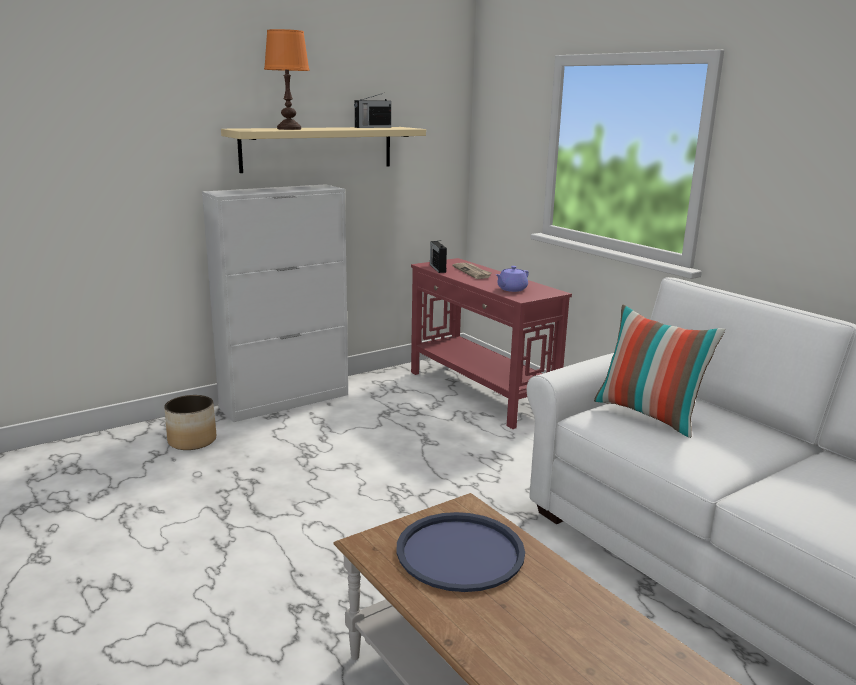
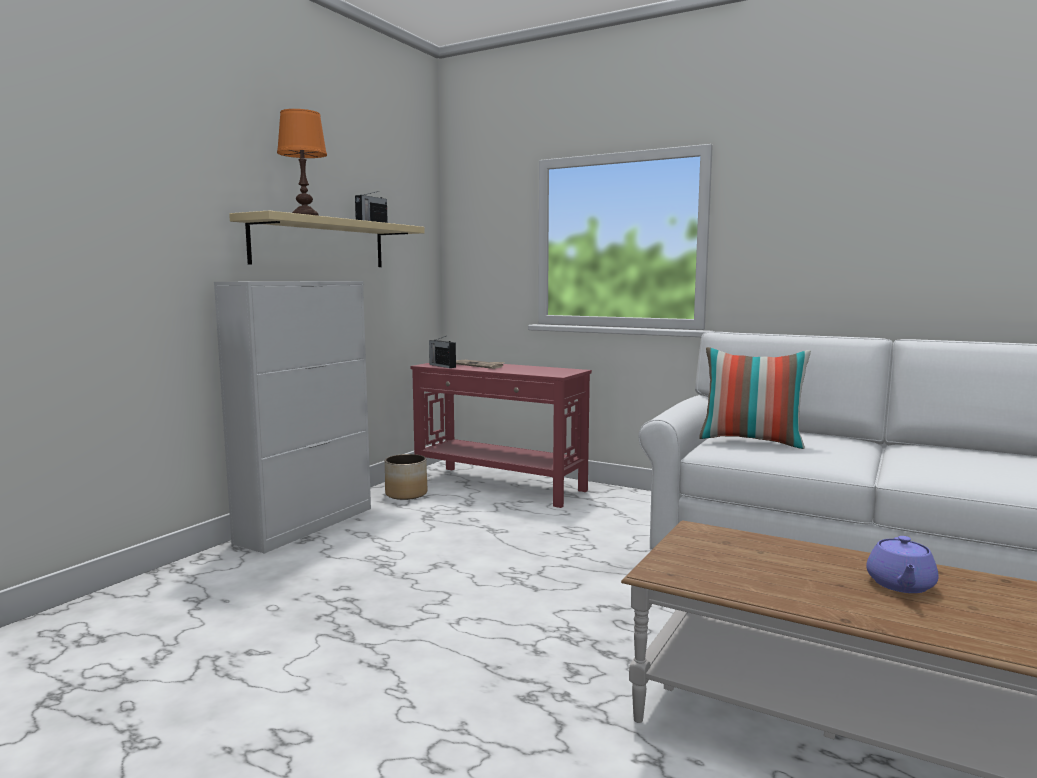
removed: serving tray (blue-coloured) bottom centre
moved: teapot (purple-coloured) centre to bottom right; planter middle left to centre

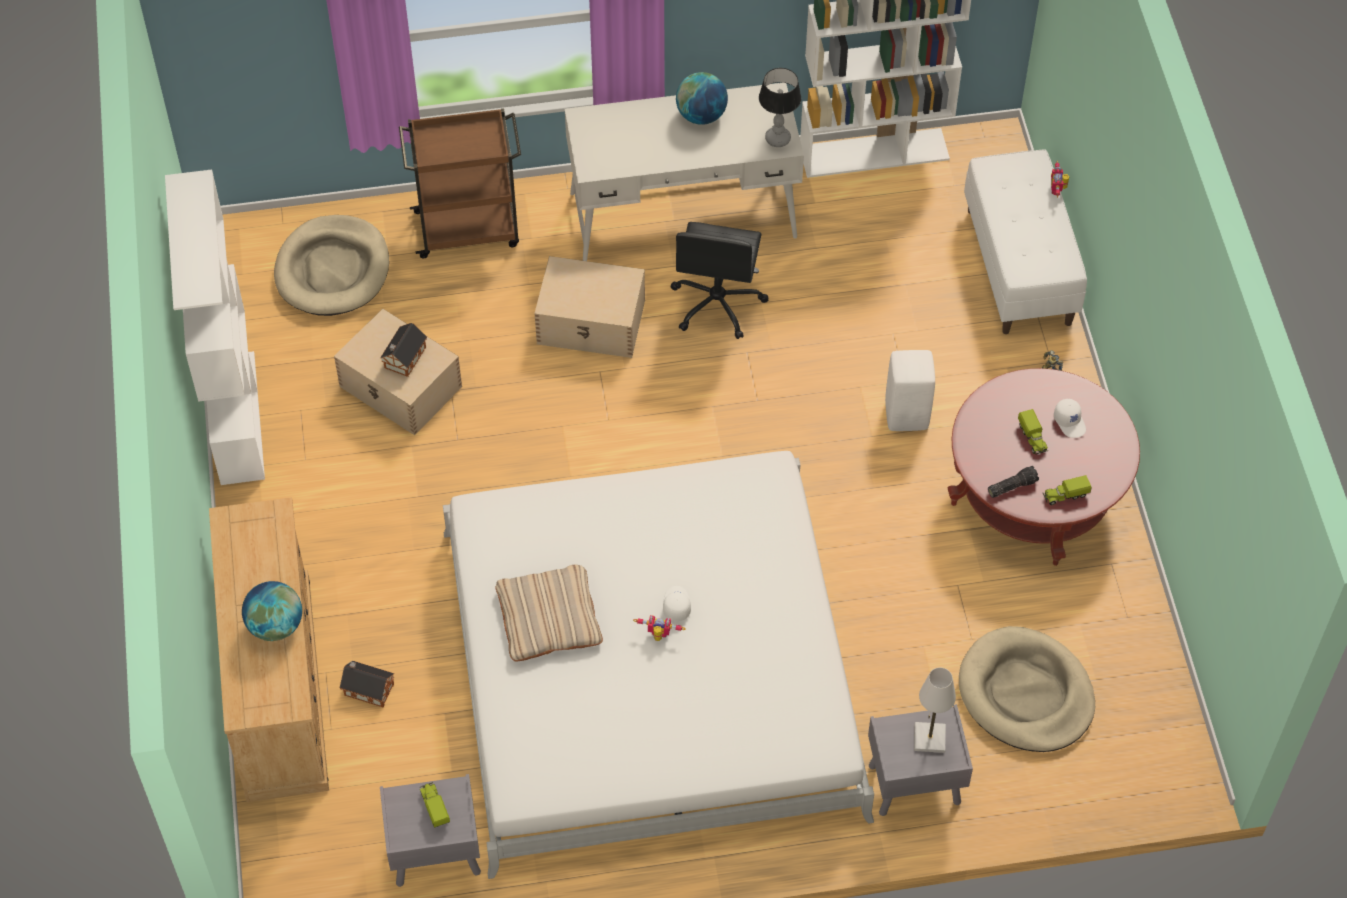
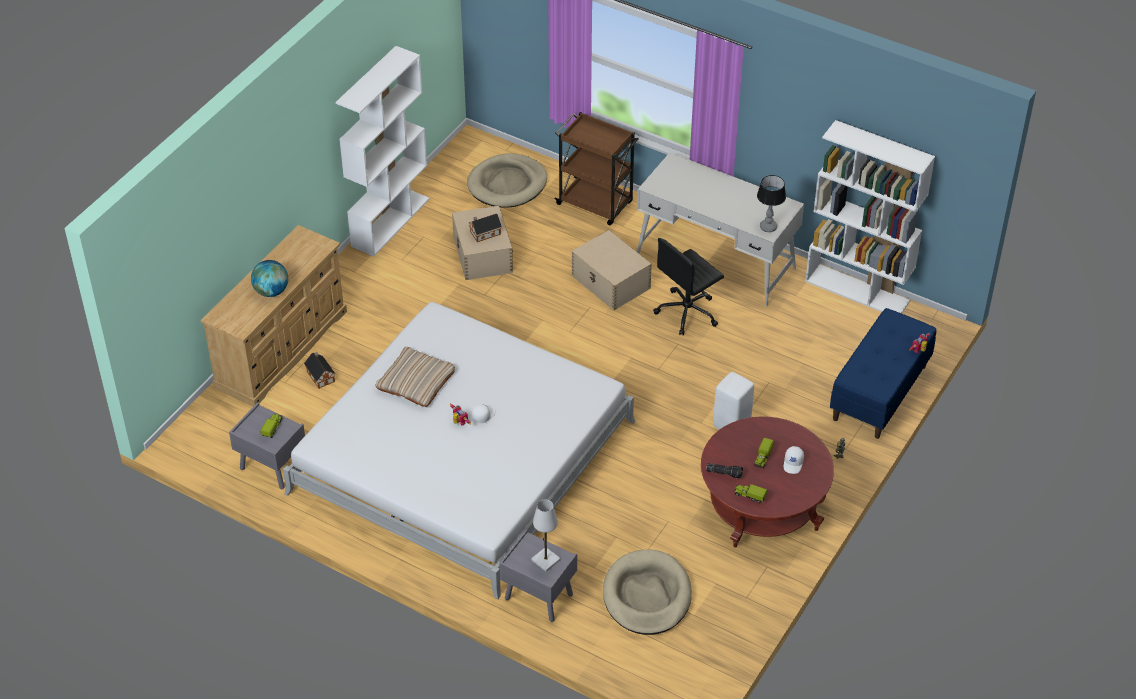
removed: globe (2nd from left) top centre
recoloured: bench (white) top right to bench (blue-coloured) middle right

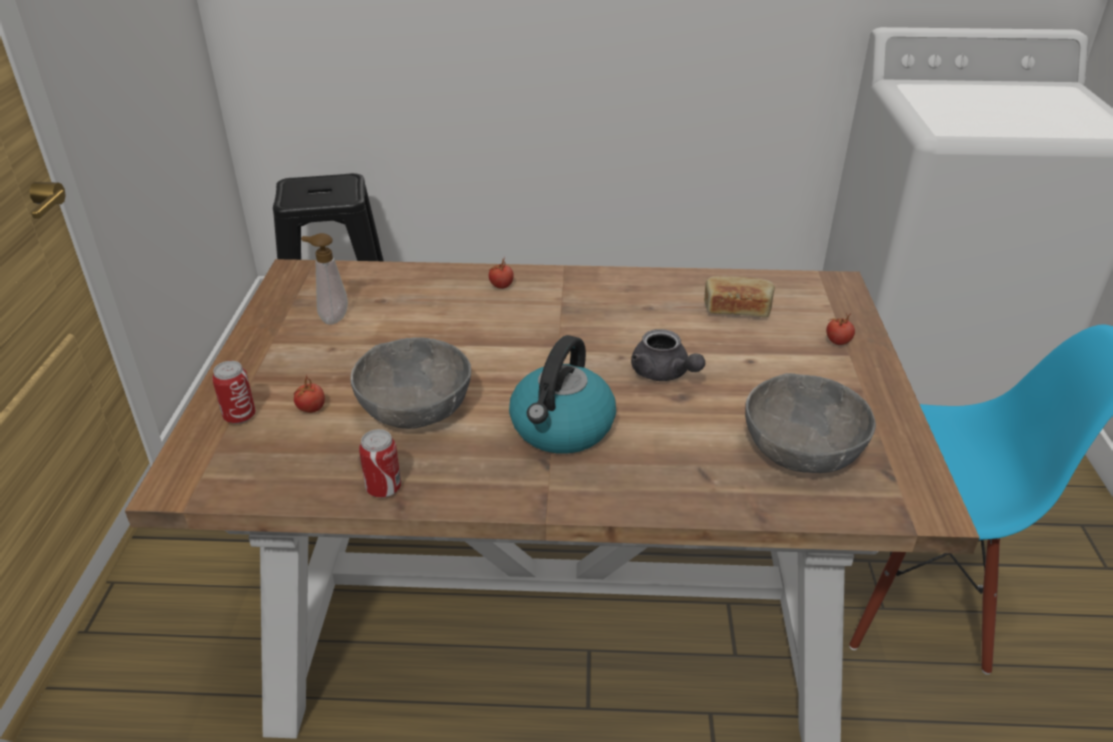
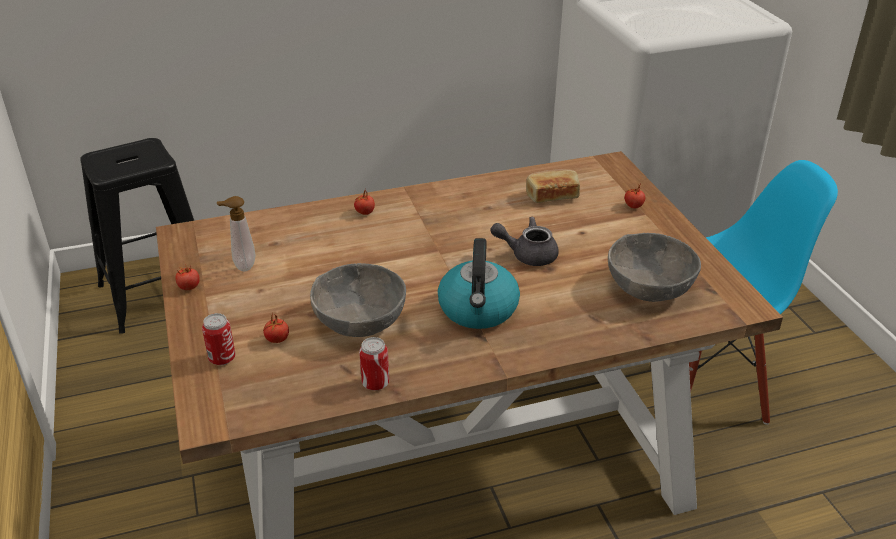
added: fresh tomato (1st from left) middle left
turned: teapot (greyish) centre = centre 150 degrees clockwise

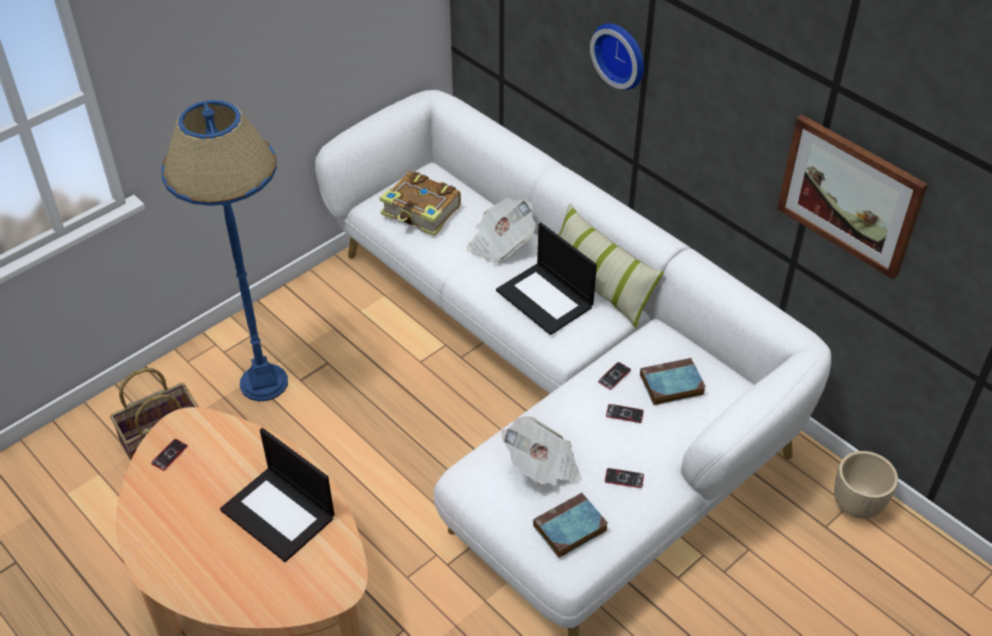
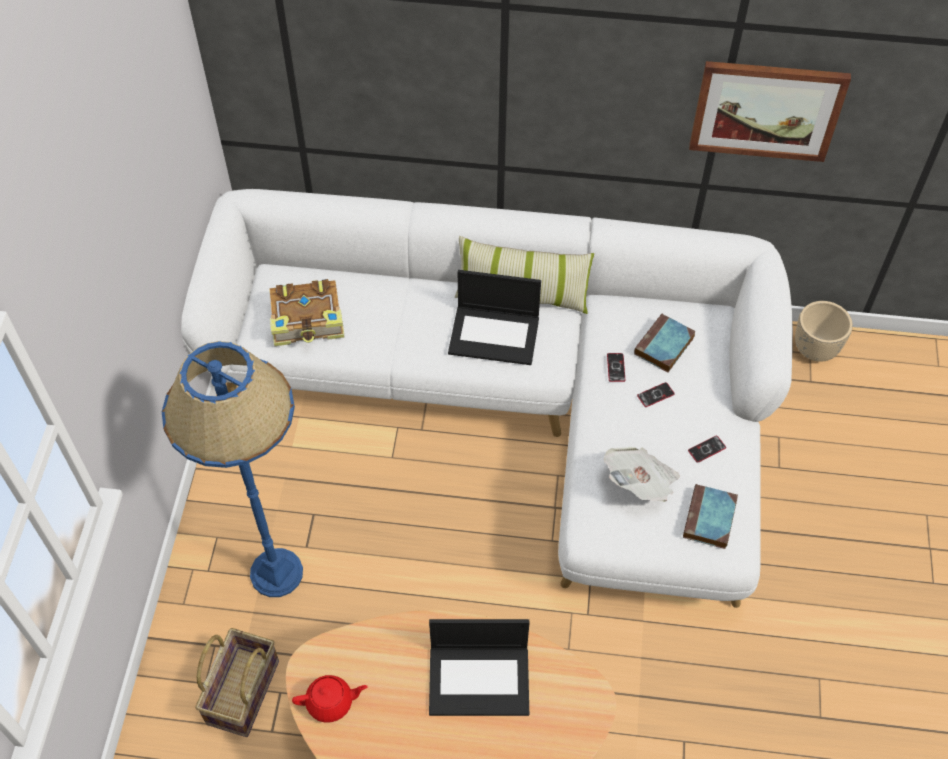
removed: wall clock top centre; newspaper (1st from left) centre
replaced: handset (1st from left) bottom left to teapot (red) bottom centre

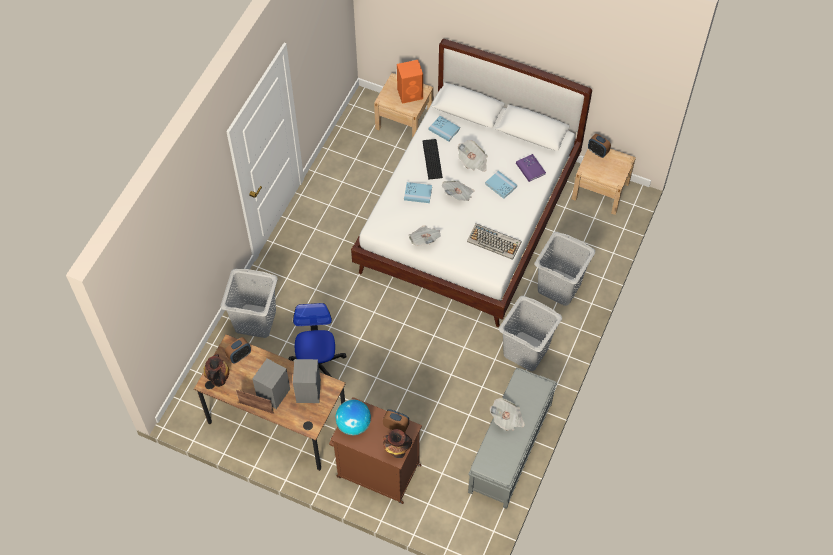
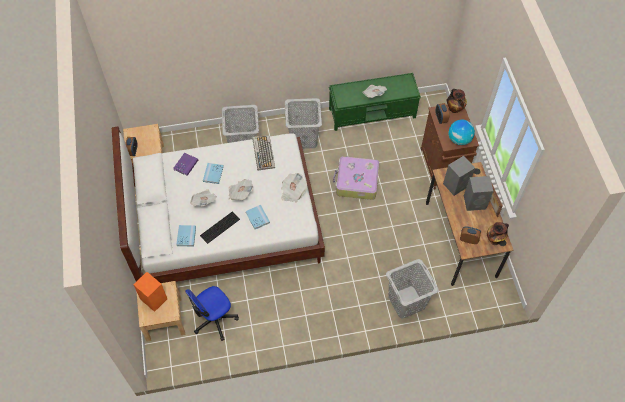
added: travel case centre
moved: computer chair centre to bottom centre
recoloured: bench (greyish) bottom centre to bench (green) top centre

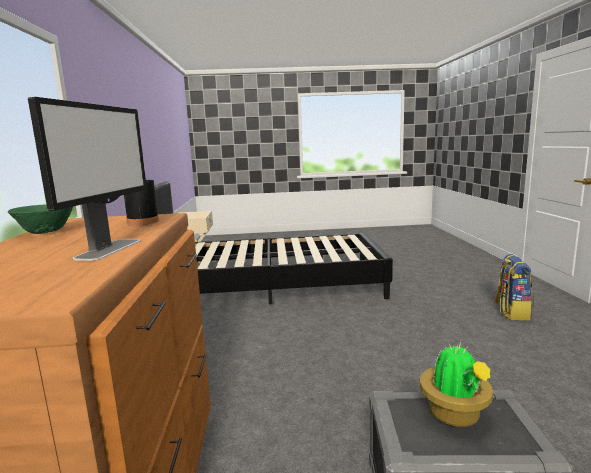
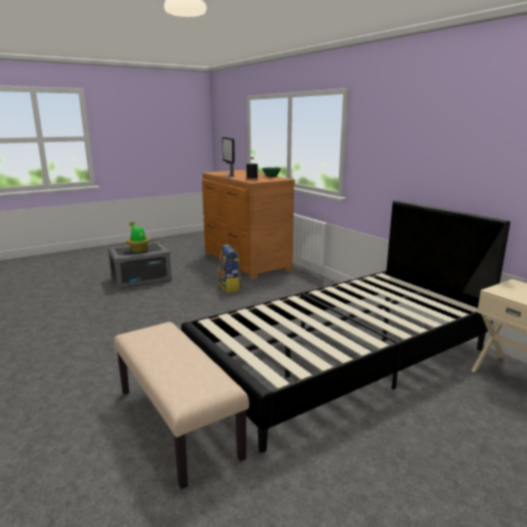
added: bench (beige-coloured) bottom centre
moved: backpack middle right to centre

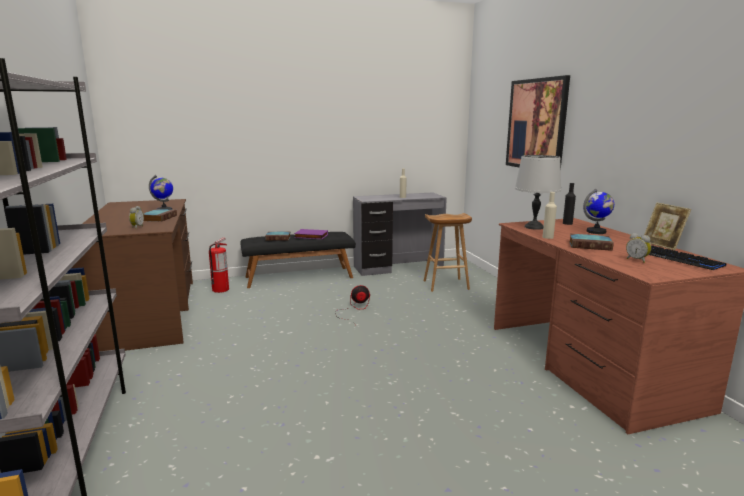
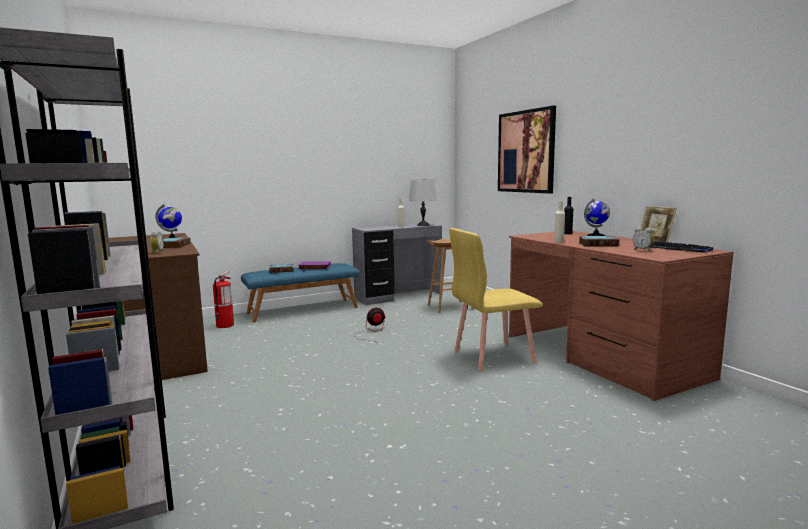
added: plain chair (yellowish) centre
moved: lamp for a table (greyish) middle right to centre
recoloured: bench (black-coloured) centre to bench (blue-coloured) centre

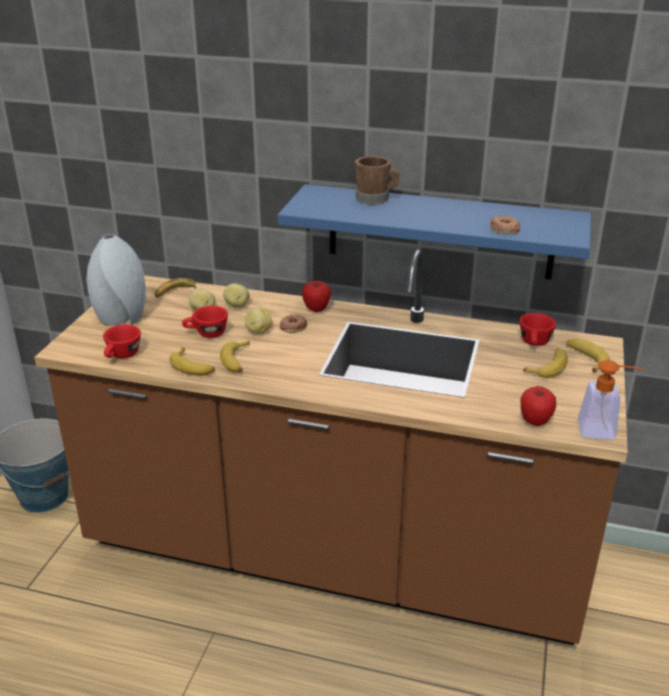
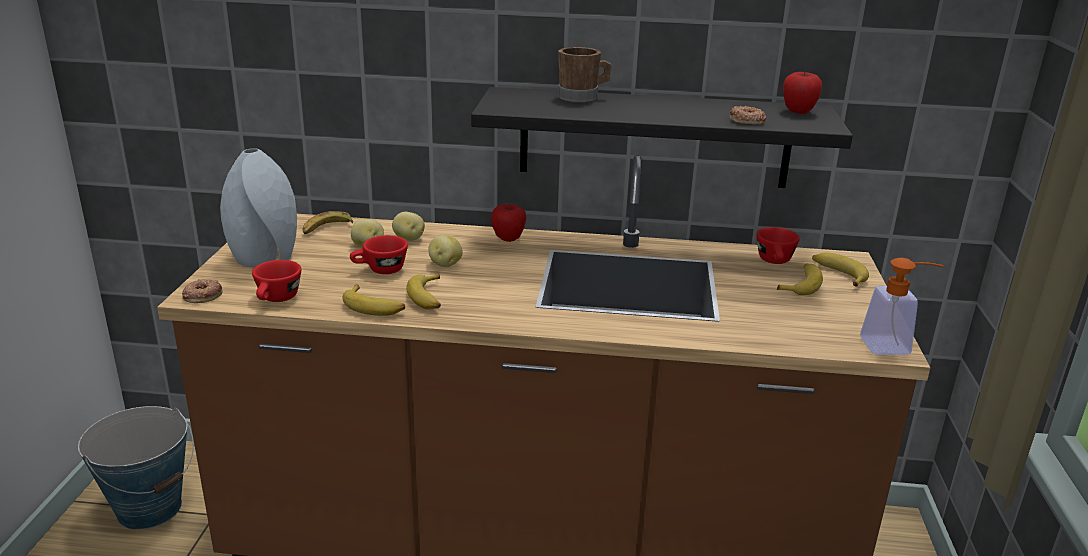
moved: donut (1st from left) centre to middle left; apple (2nd from left) middle right to top right
recoloured: bracket shelf (blue-coloured) centre to bracket shelf (black-coloured) top centre

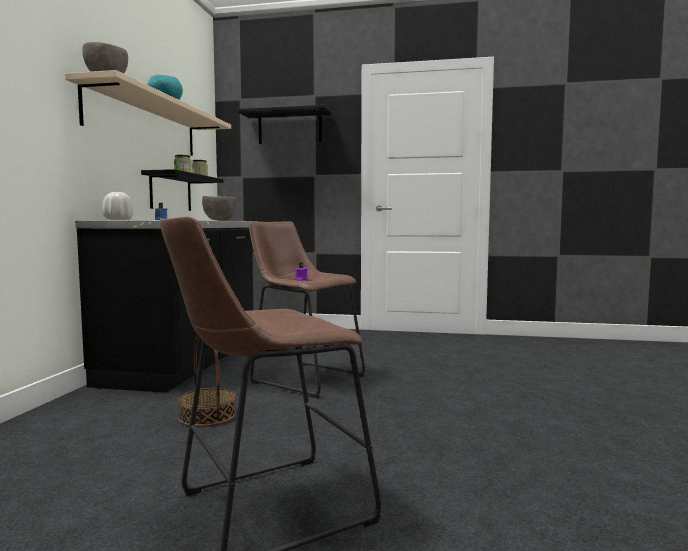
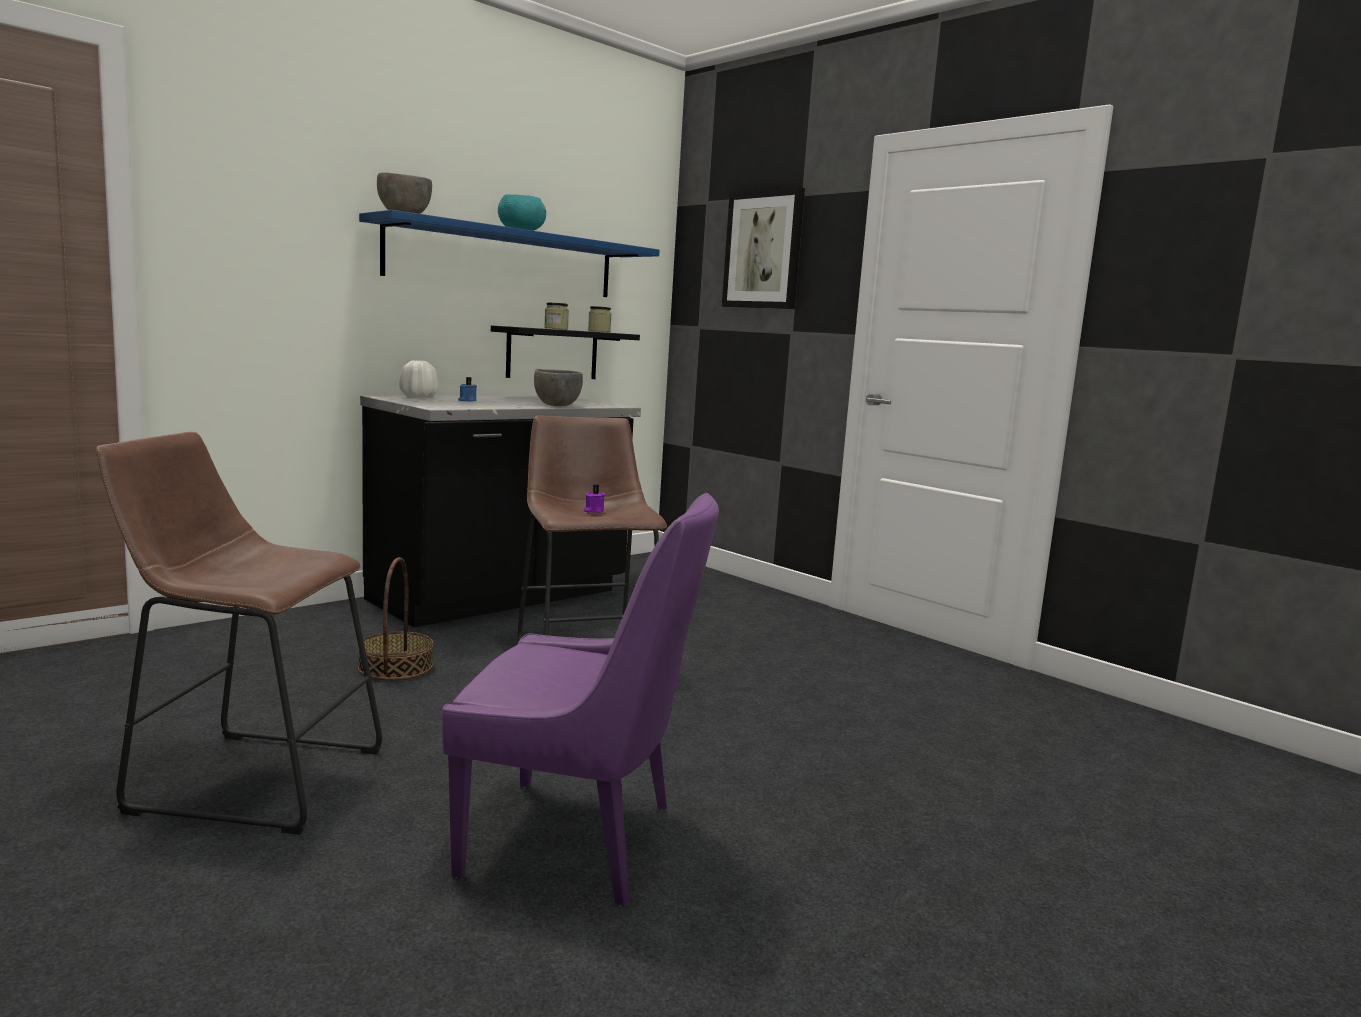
added: plain chair (purple-coloured) bottom centre
replaced: bracket shelf (black-coloured) (2nd from left) top centre to picture top centre
recoloured: bracket shelf (beige-coloured) top left to bracket shelf (blue-coloured) top centre

